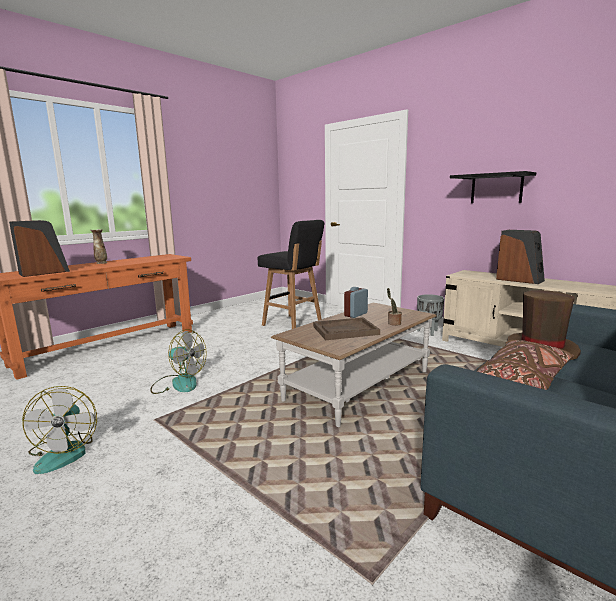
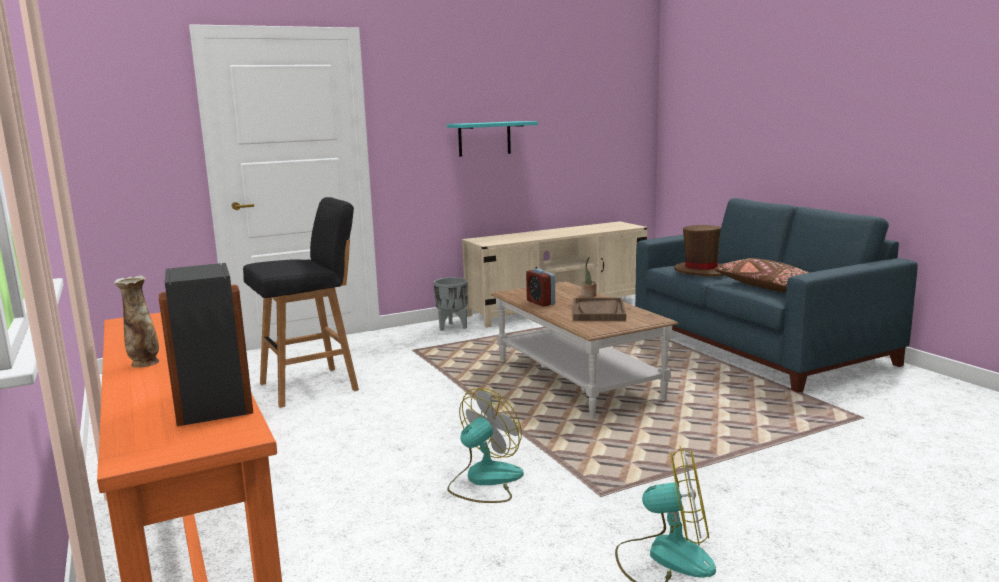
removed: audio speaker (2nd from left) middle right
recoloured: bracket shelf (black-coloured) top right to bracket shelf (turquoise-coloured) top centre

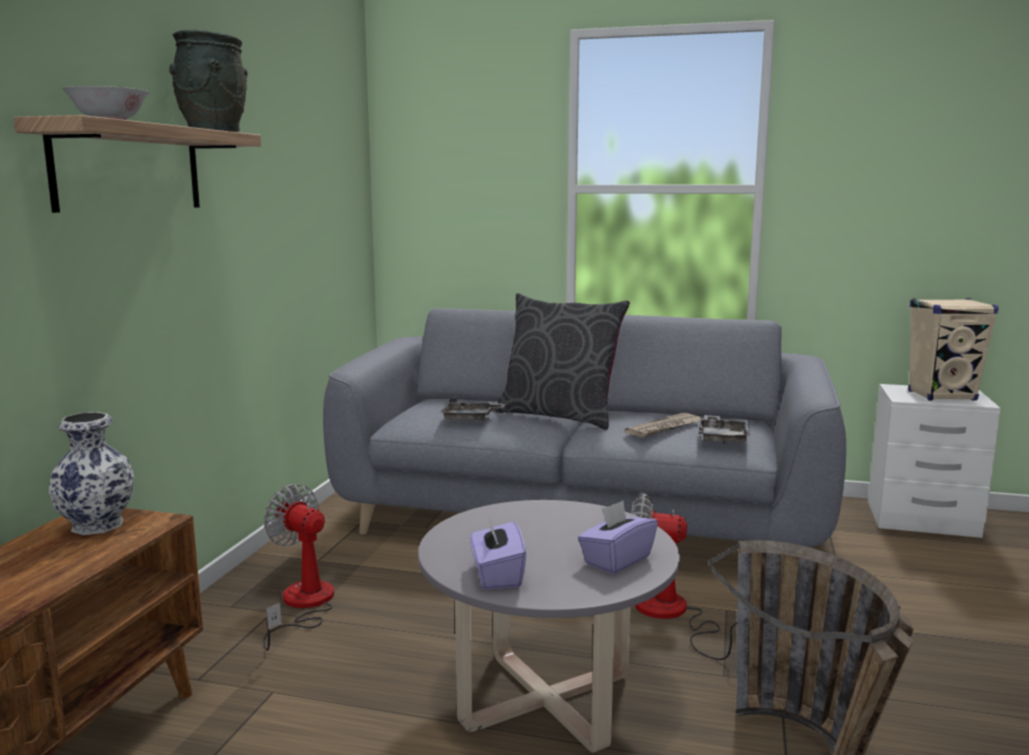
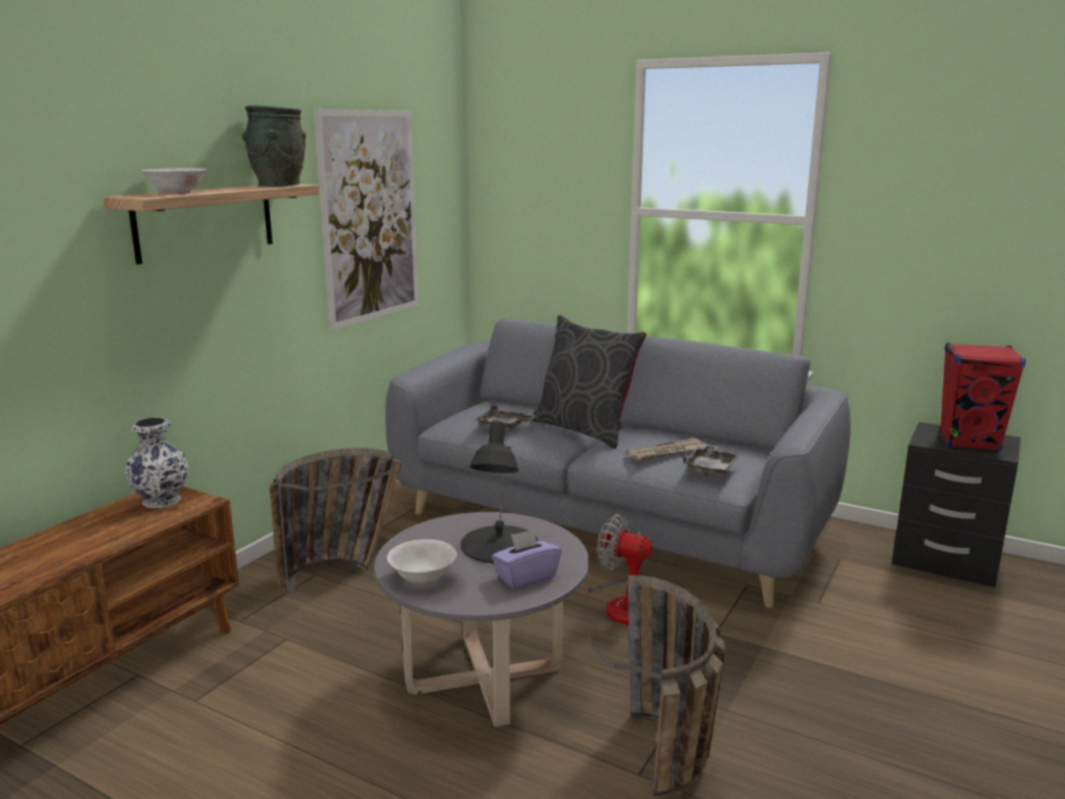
added: picture top centre; lamp for a table (black-coloured) centre
replaced: electric fan (1st from left) bottom left to household basket (1st from left) middle left; box of tissues (purple-coloured) (1st from left) bottom centre to deep dish (white) (2nd from left) bottom centre
recoloured: audio speaker (beige-coloured) middle right to audio speaker (red) middle right; bedside table (white) middle right to bedside table (black-coloured) middle right

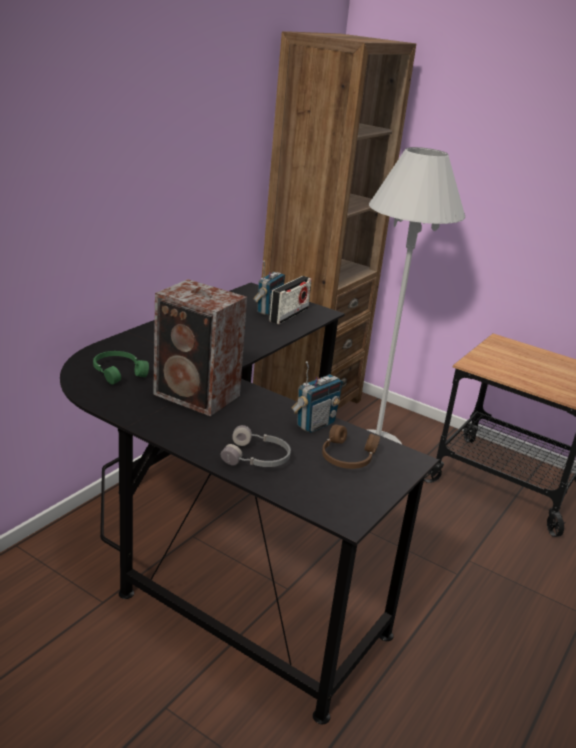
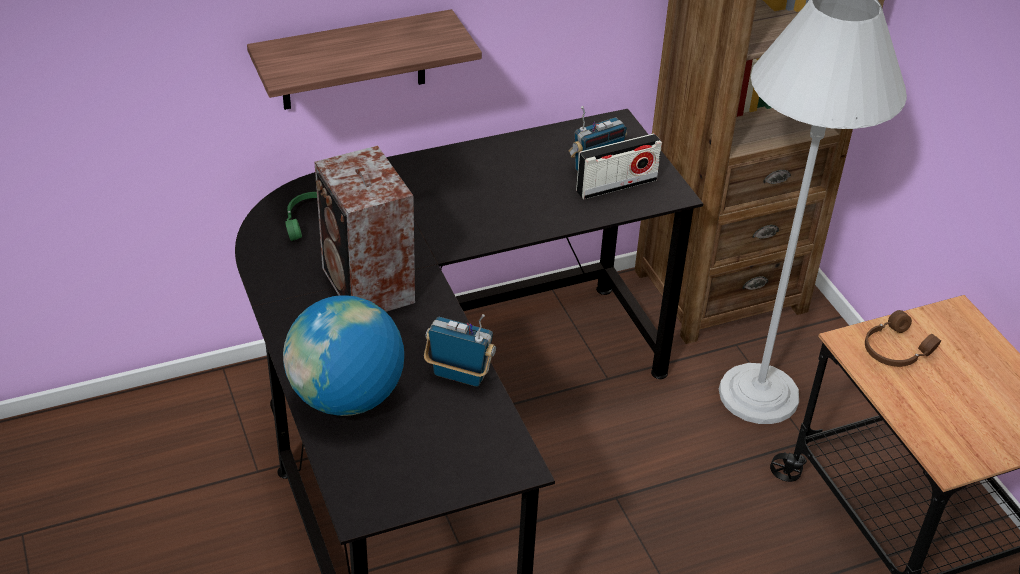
added: bracket shelf top centre
moved: pair of headphones (brownish) centre to middle right
replaced: pair of headphones (greyish) centre to globe centre
turned: radio set (3rd from left in the first image) centre = centre 150 degrees counterclockwise

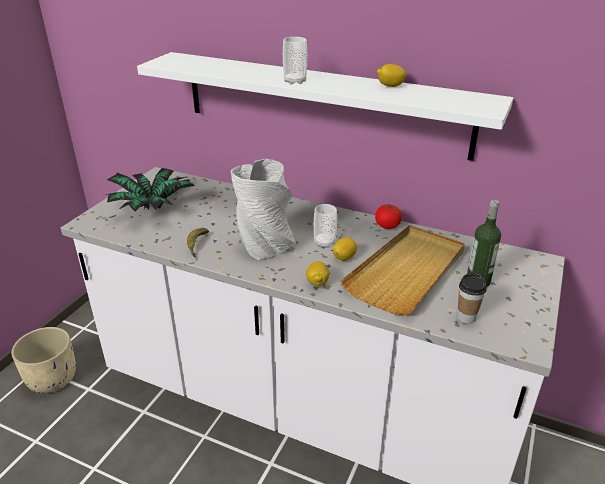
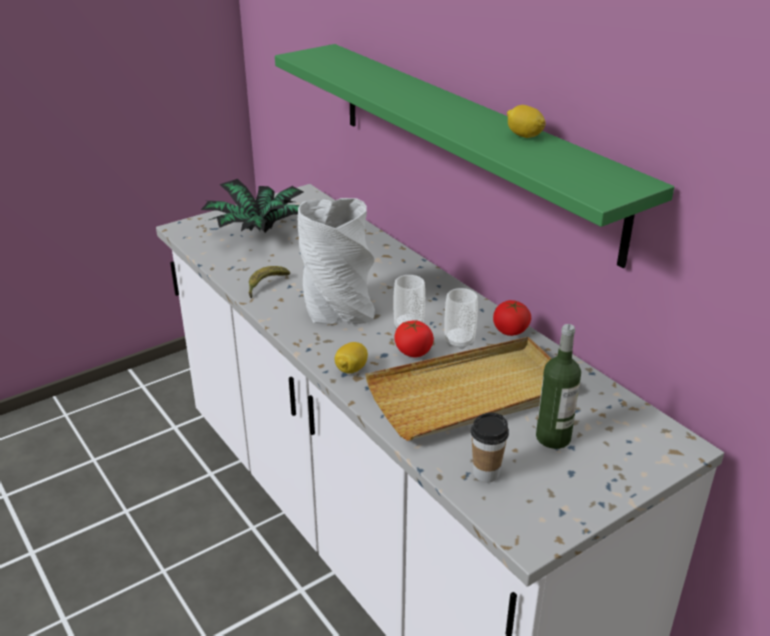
removed: planter (beige-coloured) bottom left
moved: drinking cup (1st from left in the first image) top centre to drinking cup (2nd from left) centre
replaced: lemon (2nd from left) centre to fresh tomato (1st from left) centre
recoloured: bracket shelf (white) top centre to bracket shelf (green) top centre

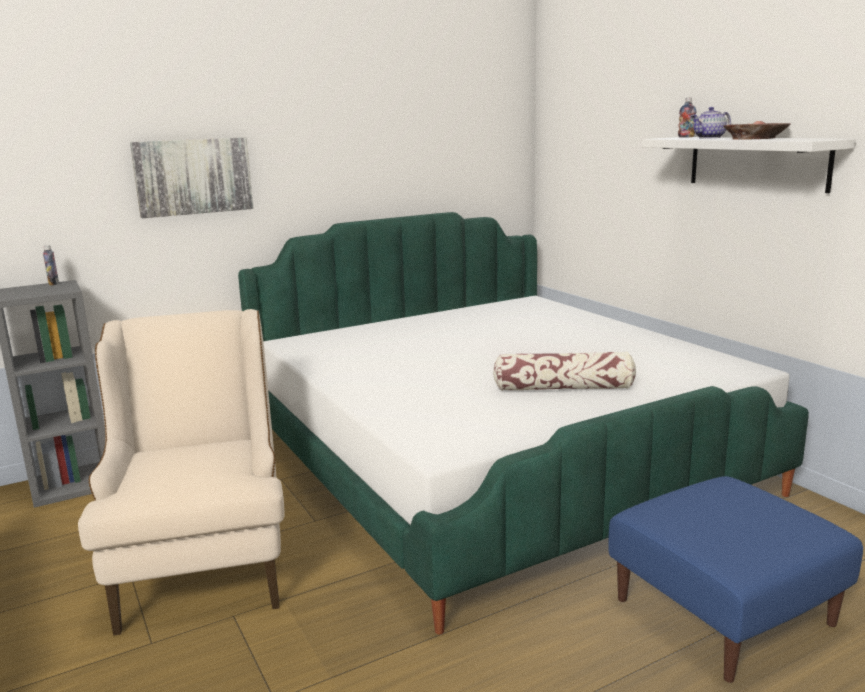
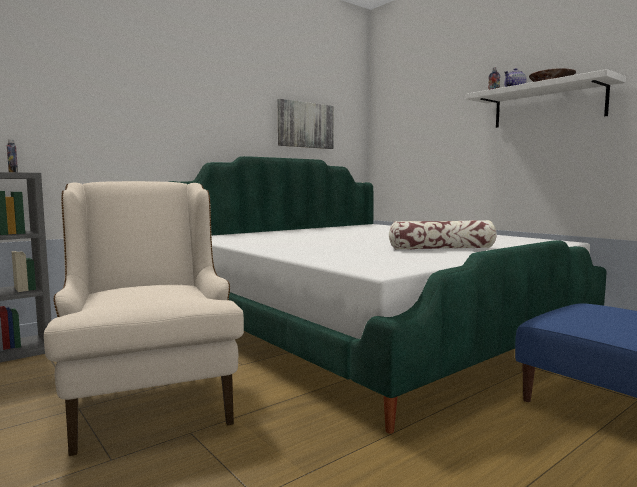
moved: picture top left to top centre

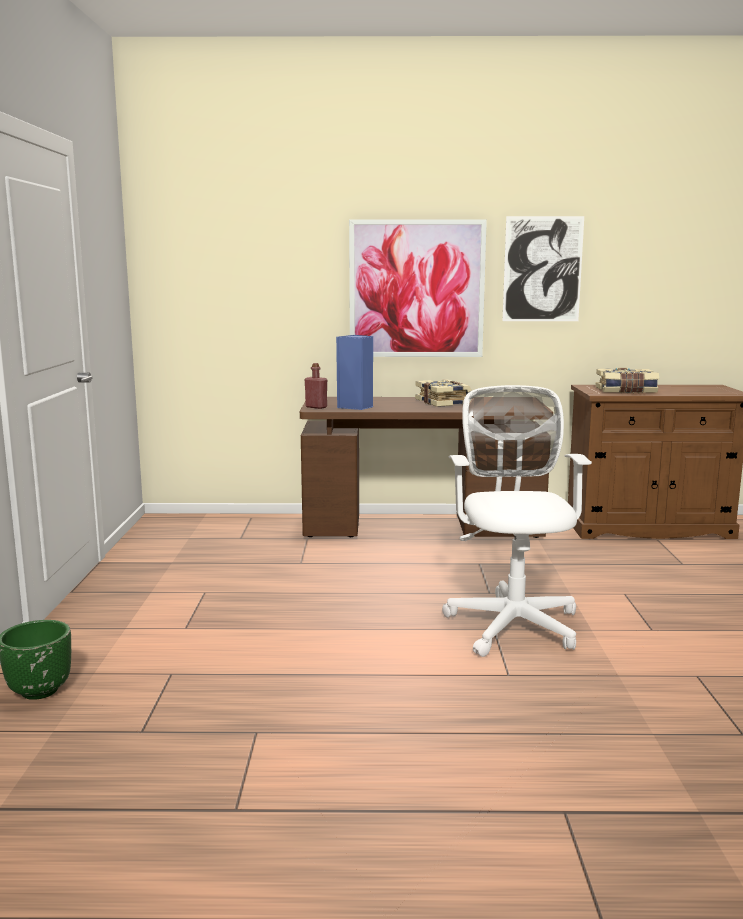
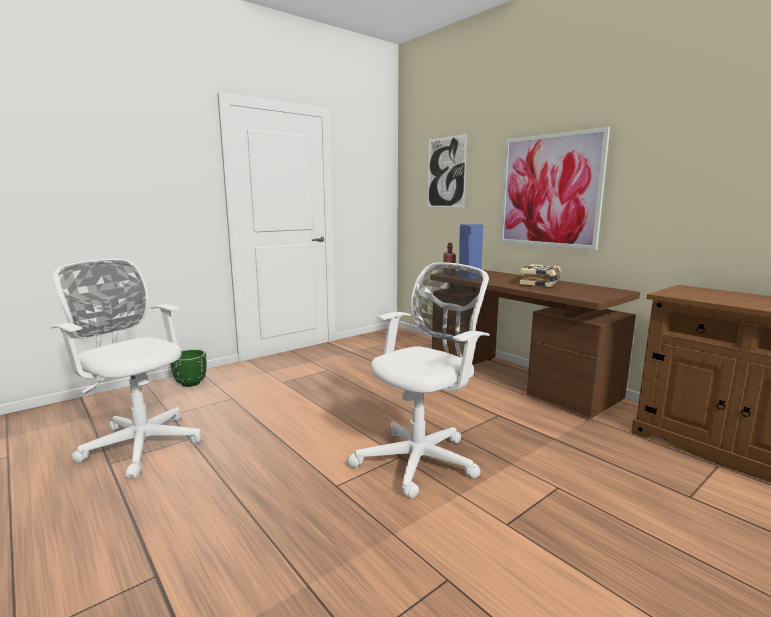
removed: volume (2nd from left) middle right
added: computer chair (white) (1st from left) middle left
moved: picture (2nd from left in the first image) top right to picture (1st from left) top centre

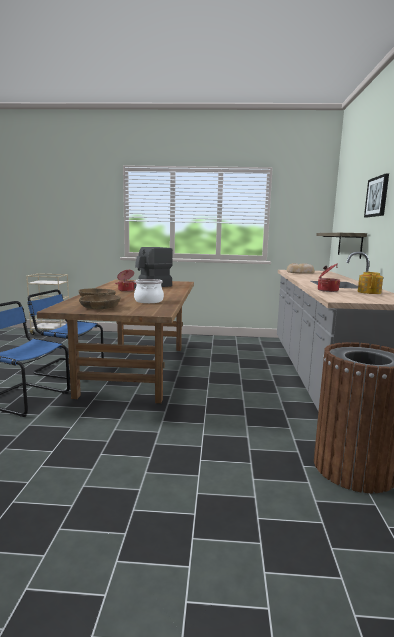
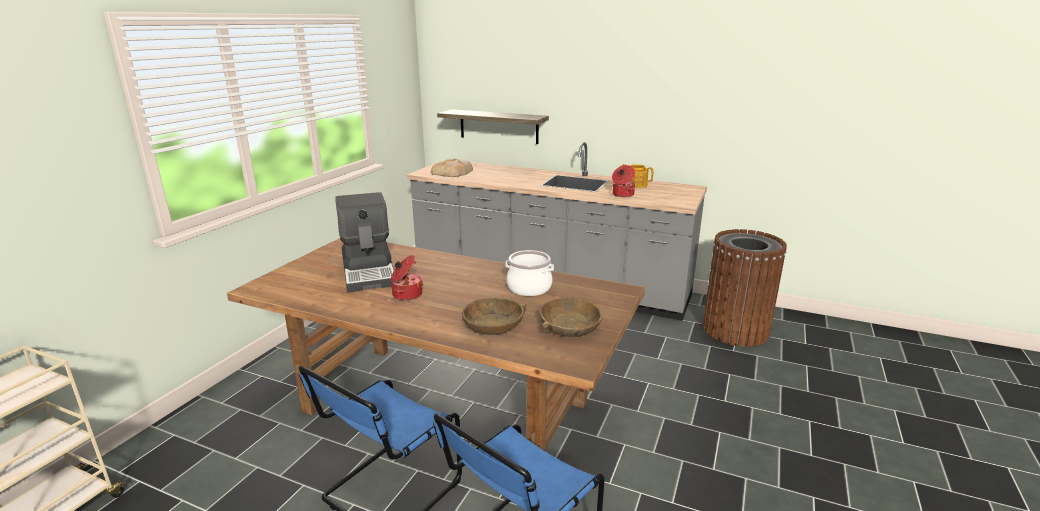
removed: picture top right

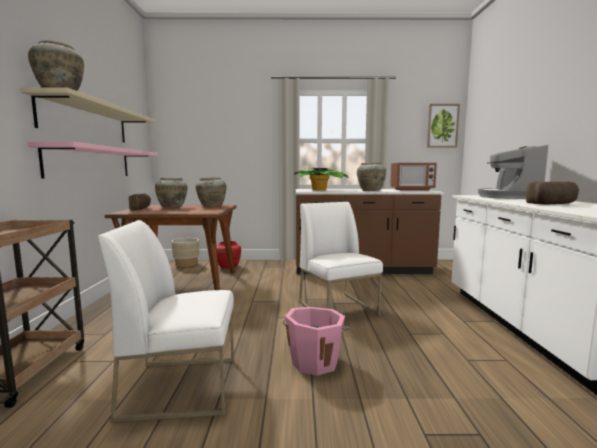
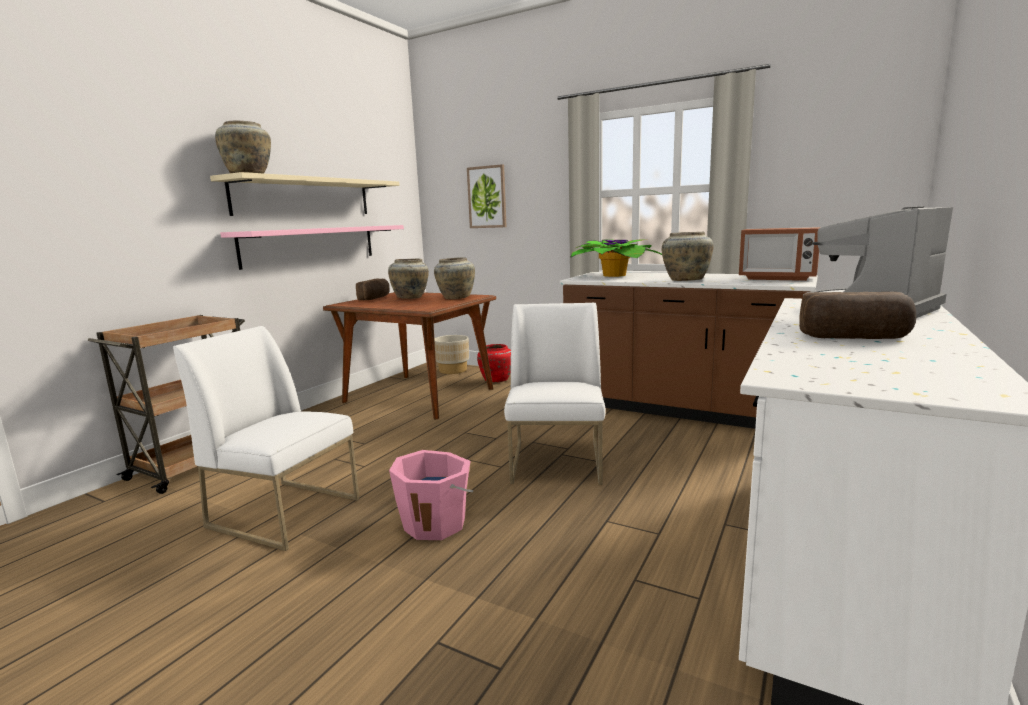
moved: picture top right to top centre

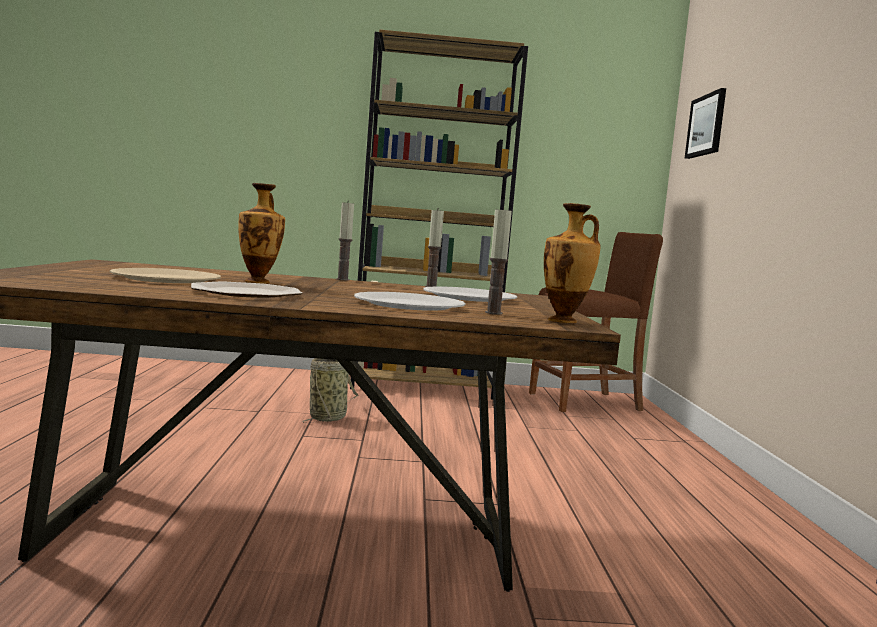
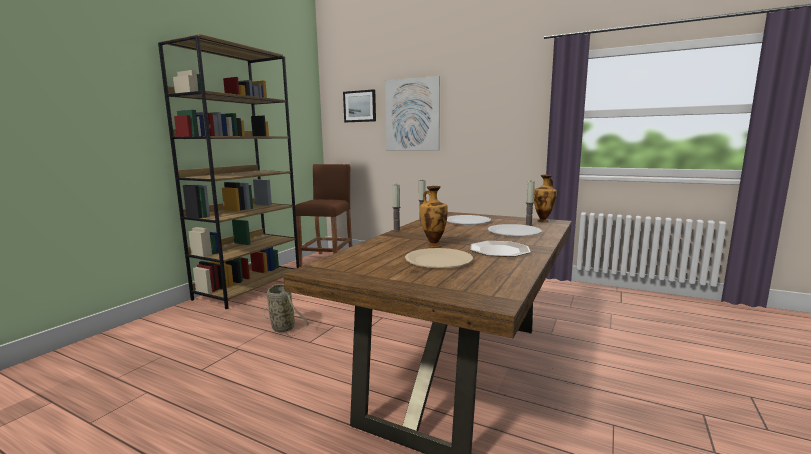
added: picture (2nd from left) top centre

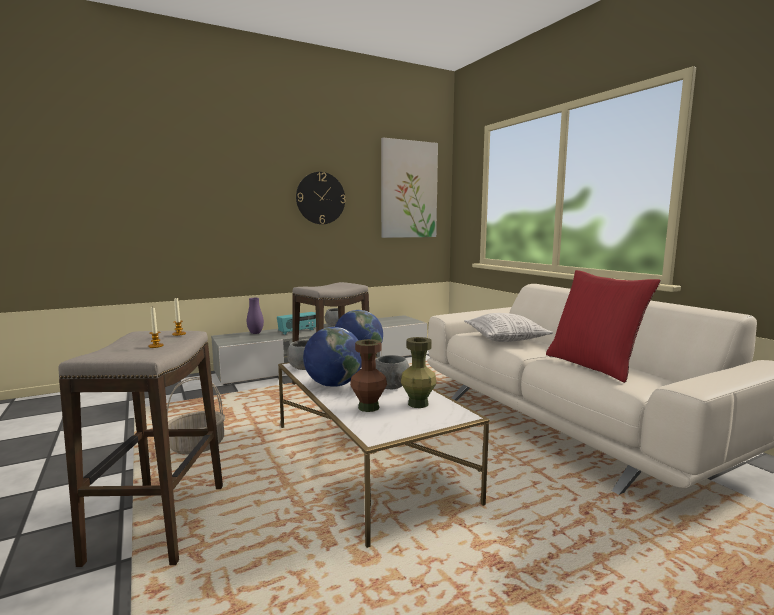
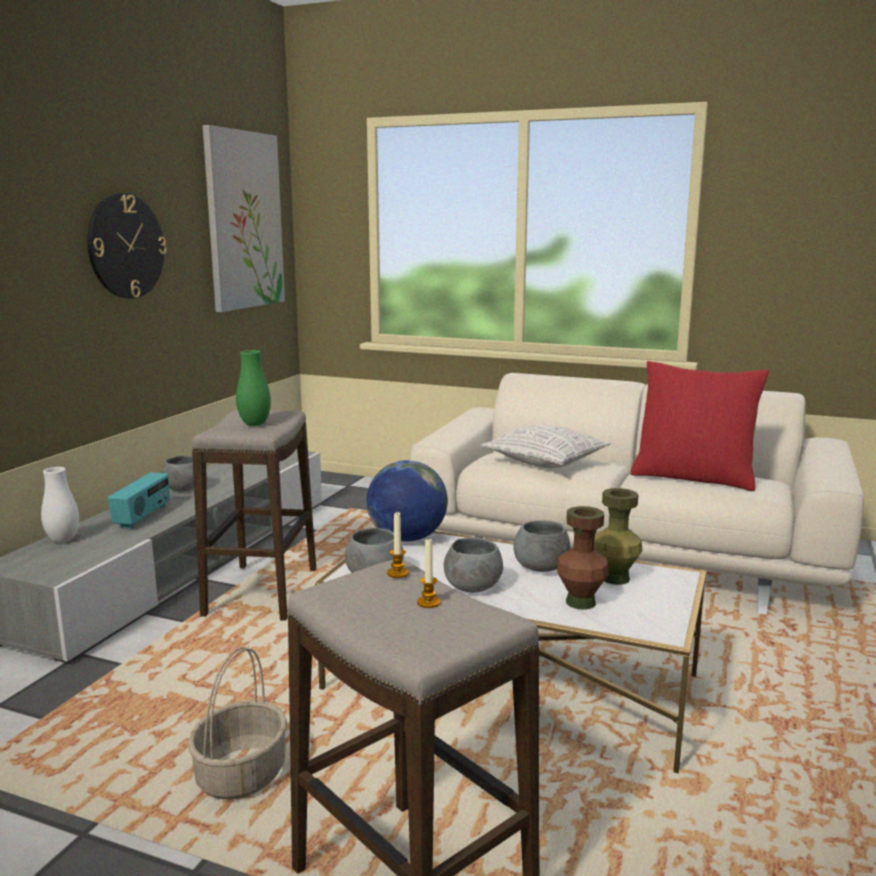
added: decorative vase (green) (1st from left) middle left
replaced: globe (1st from left) centre to deep dish (greyish) (3rd from left) centre
recoloured: decorative vase (purple-coloured) middle left to decorative vase (white) middle left

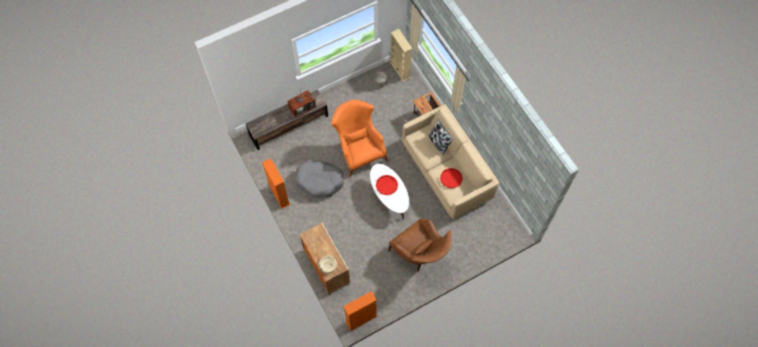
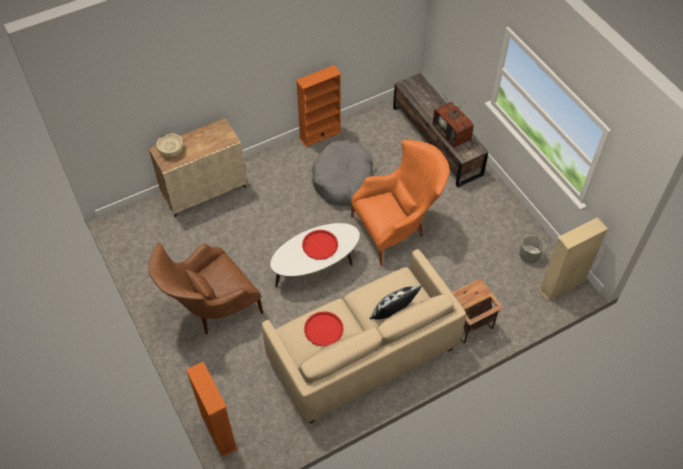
moved: bookcase (orangey) (2nd from left in the first image) bottom centre to bookcase (orangey) (1st from left) bottom left

